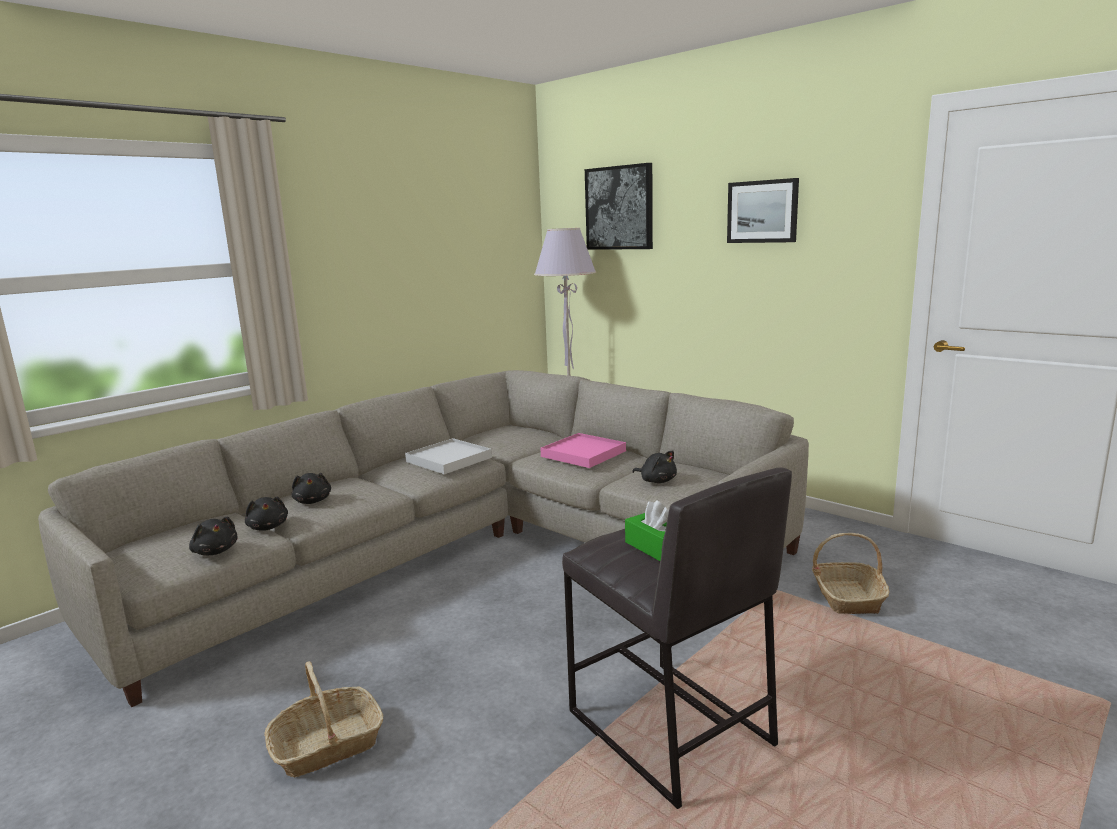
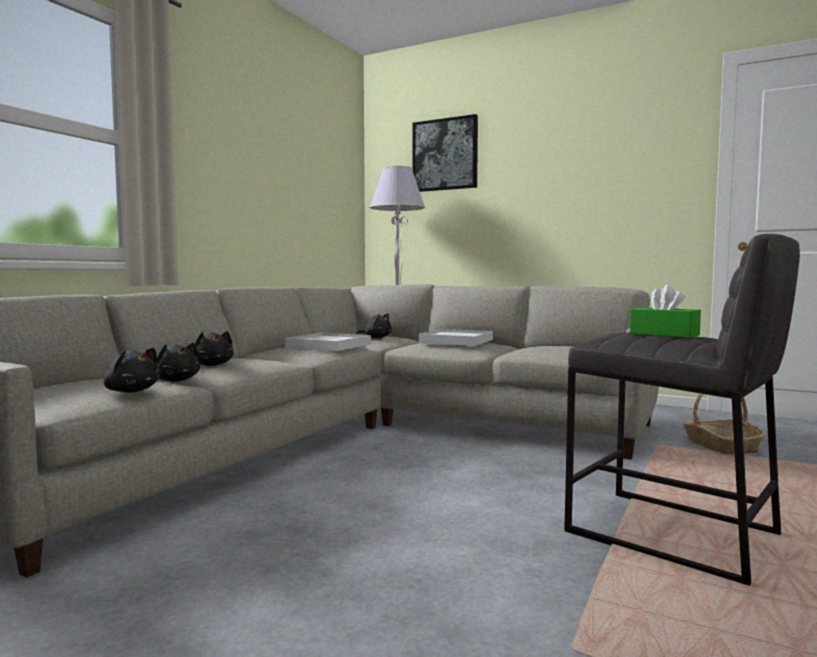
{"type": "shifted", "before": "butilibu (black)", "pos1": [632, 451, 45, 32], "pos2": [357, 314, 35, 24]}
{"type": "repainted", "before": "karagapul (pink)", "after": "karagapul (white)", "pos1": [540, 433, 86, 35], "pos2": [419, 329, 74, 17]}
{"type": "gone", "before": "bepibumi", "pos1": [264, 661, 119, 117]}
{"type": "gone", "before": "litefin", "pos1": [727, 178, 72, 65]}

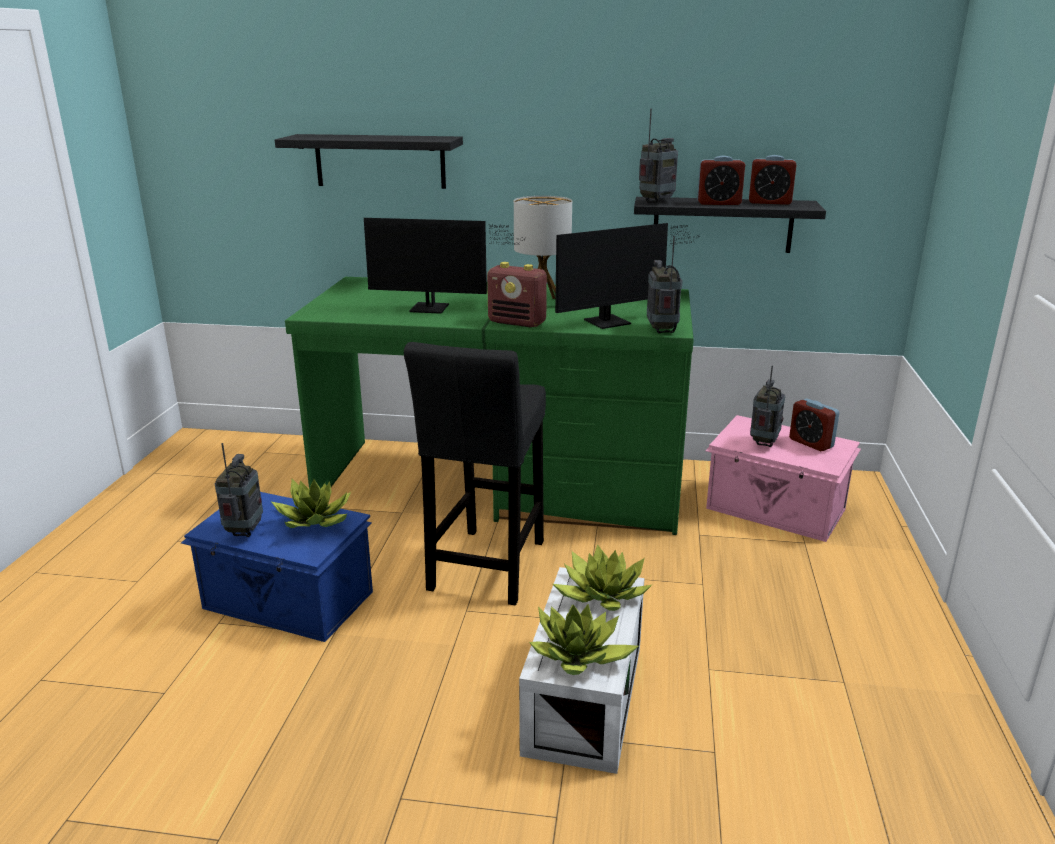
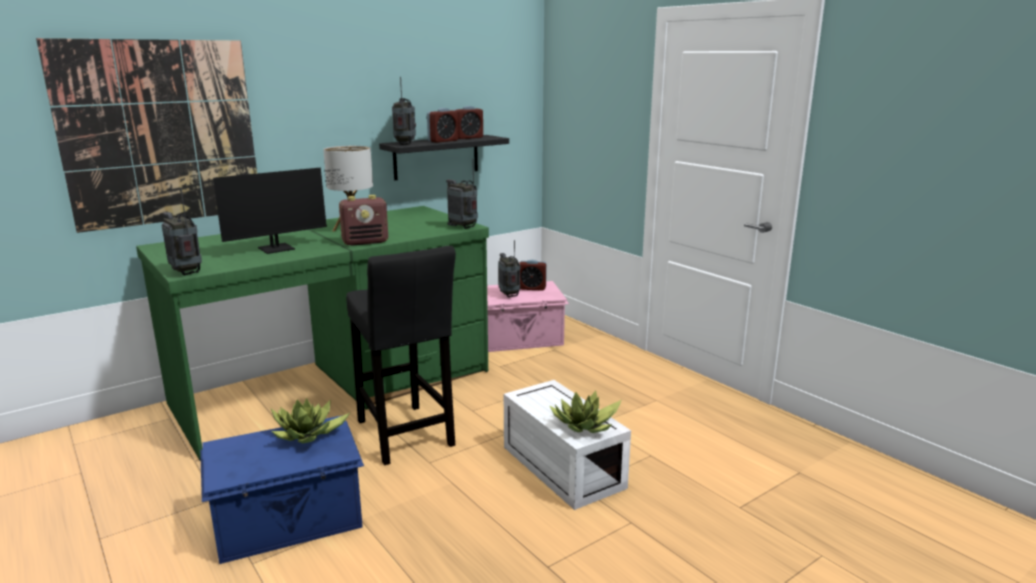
{"type": "swapped", "before": "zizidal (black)", "after": "litefin", "pos1": [275, 134, 188, 55], "pos2": [36, 38, 221, 195]}
{"type": "shifted", "before": "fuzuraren", "pos1": [215, 443, 48, 94], "pos2": [162, 188, 40, 87]}
{"type": "gone", "before": "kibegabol", "pos1": [553, 544, 99, 67]}
{"type": "gone", "before": "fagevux", "pos1": [555, 223, 145, 106]}

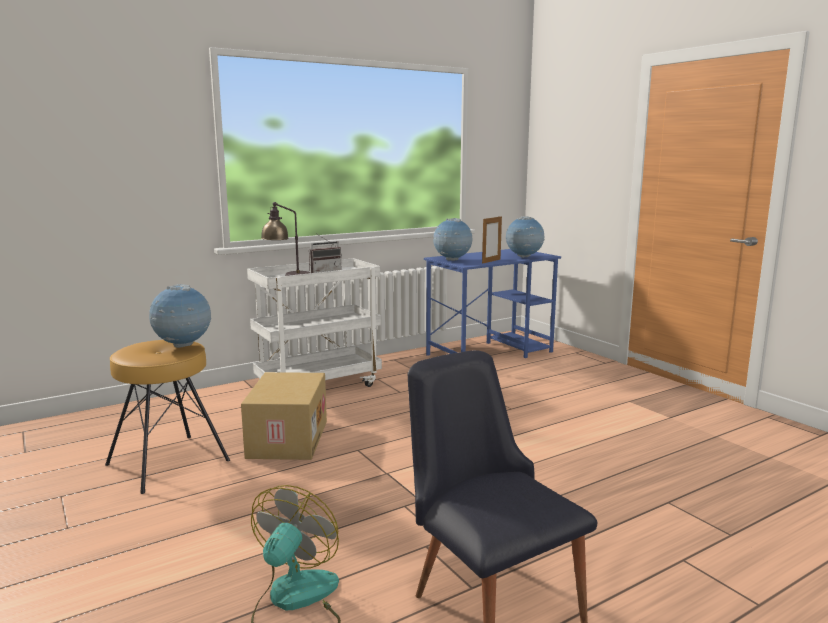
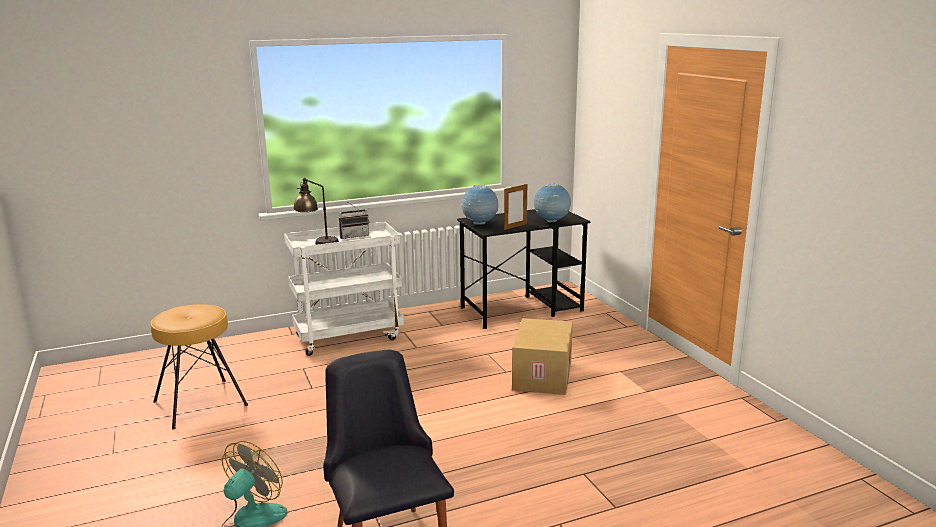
{"type": "repainted", "before": "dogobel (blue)", "after": "dogobel (black)", "pos1": [424, 249, 137, 109], "pos2": [457, 209, 134, 120]}
{"type": "shifted", "before": "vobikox", "pos1": [241, 372, 86, 88], "pos2": [512, 318, 61, 77]}
{"type": "gone", "before": "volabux", "pos1": [149, 284, 62, 64]}

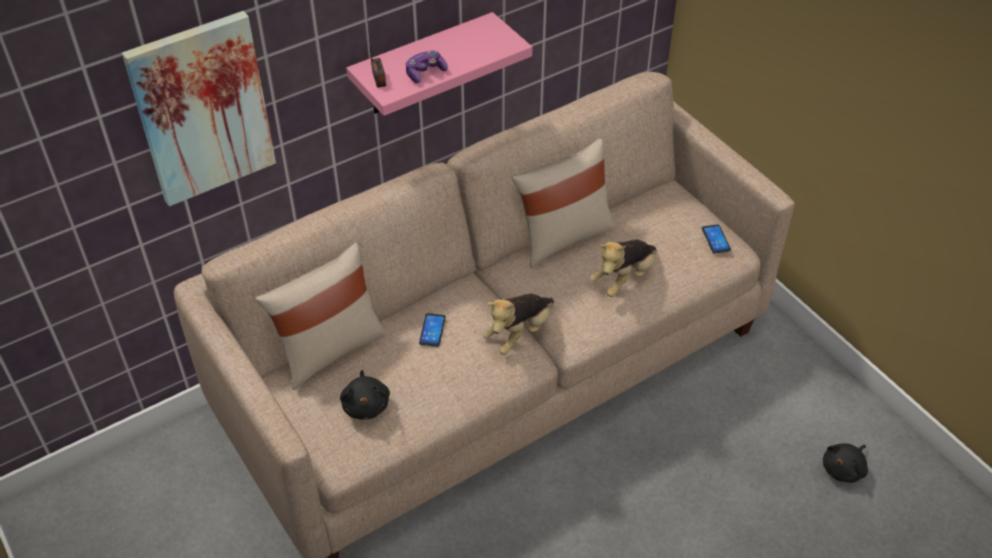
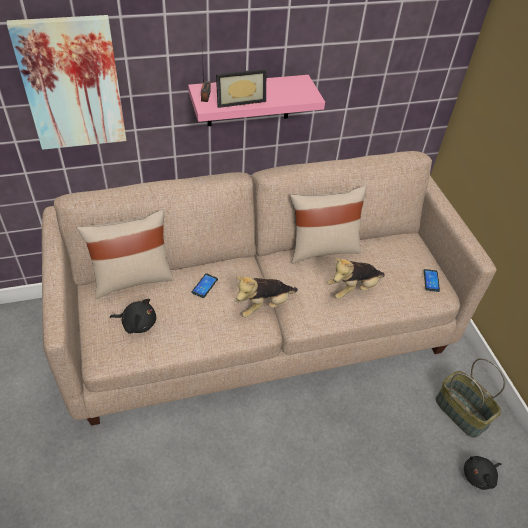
{"type": "rotated", "before": "butilibu (black)", "pos1": [340, 370, 50, 50], "pos2": [110, 299, 46, 35], "turn": -90}
{"type": "swapped", "before": "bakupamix", "after": "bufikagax", "pos1": [406, 51, 42, 32], "pos2": [216, 69, 50, 39]}
{"type": "new", "after": "bepibumi", "pos2": [435, 358, 71, 80]}

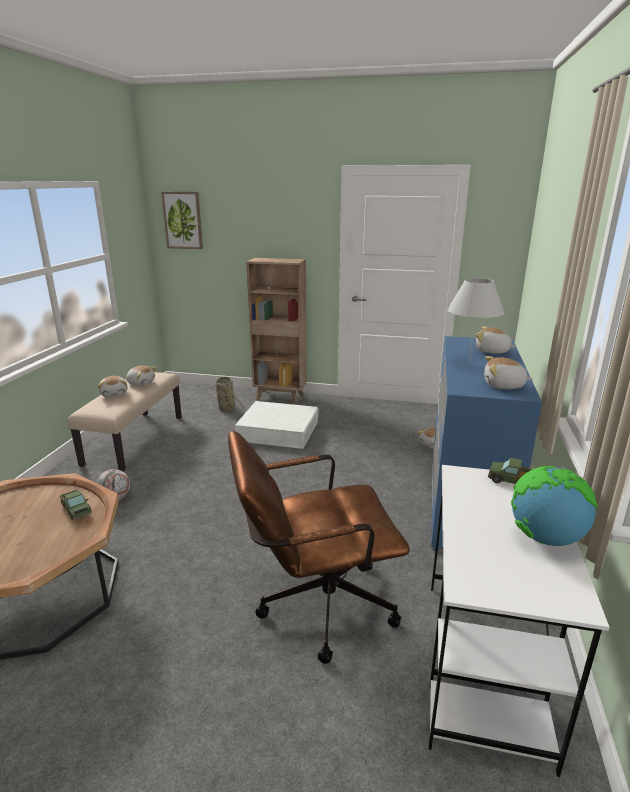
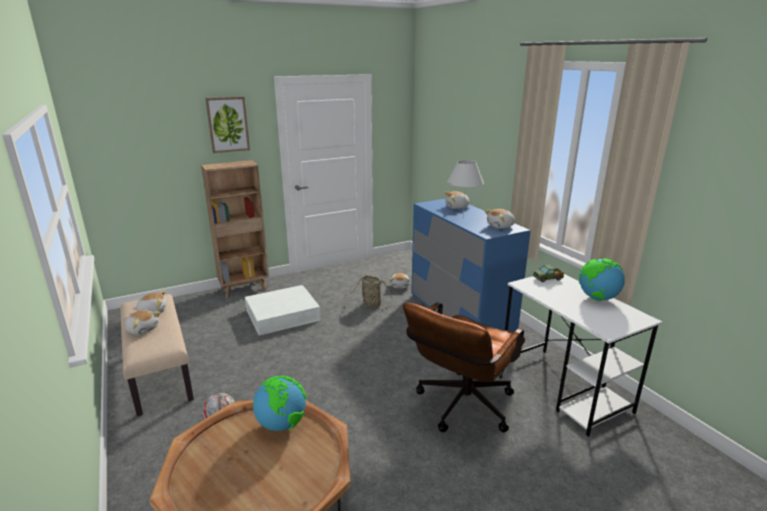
{"type": "shifted", "before": "litefin", "pos1": [161, 192, 42, 57], "pos2": [205, 97, 45, 56]}
{"type": "swapped", "before": "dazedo", "after": "volabux", "pos1": [60, 490, 32, 30], "pos2": [253, 376, 54, 55]}
{"type": "shifted", "before": "bepibumi", "pos1": [214, 377, 31, 38], "pos2": [345, 275, 47, 33]}

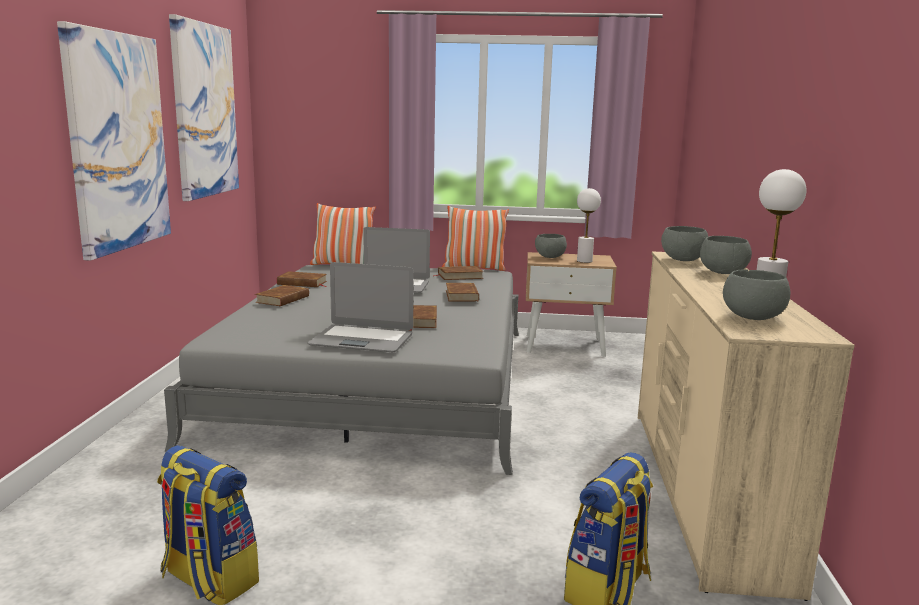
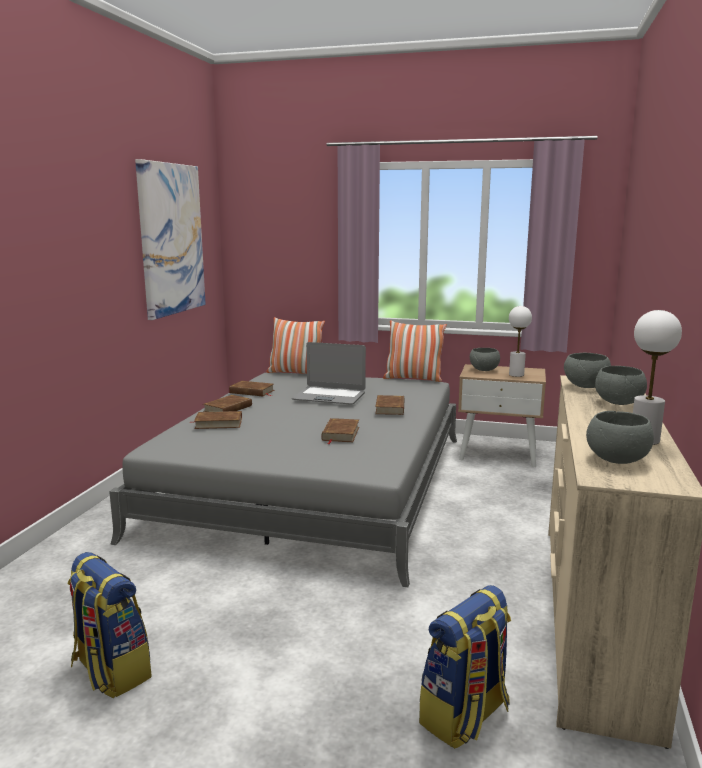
{"type": "shifted", "before": "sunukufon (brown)", "pos1": [435, 266, 49, 14], "pos2": [189, 411, 53, 18]}
{"type": "gone", "before": "litefin", "pos1": [57, 21, 114, 240]}
{"type": "gone", "before": "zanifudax", "pos1": [308, 262, 106, 90]}

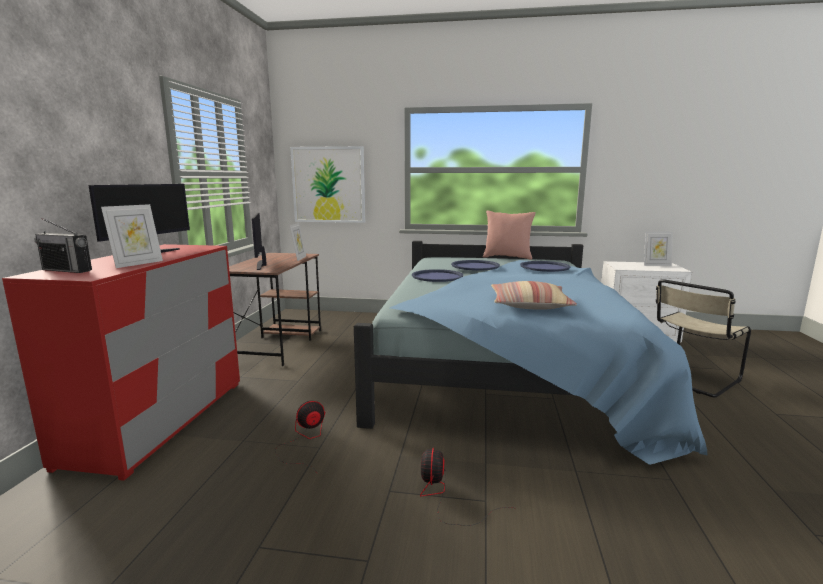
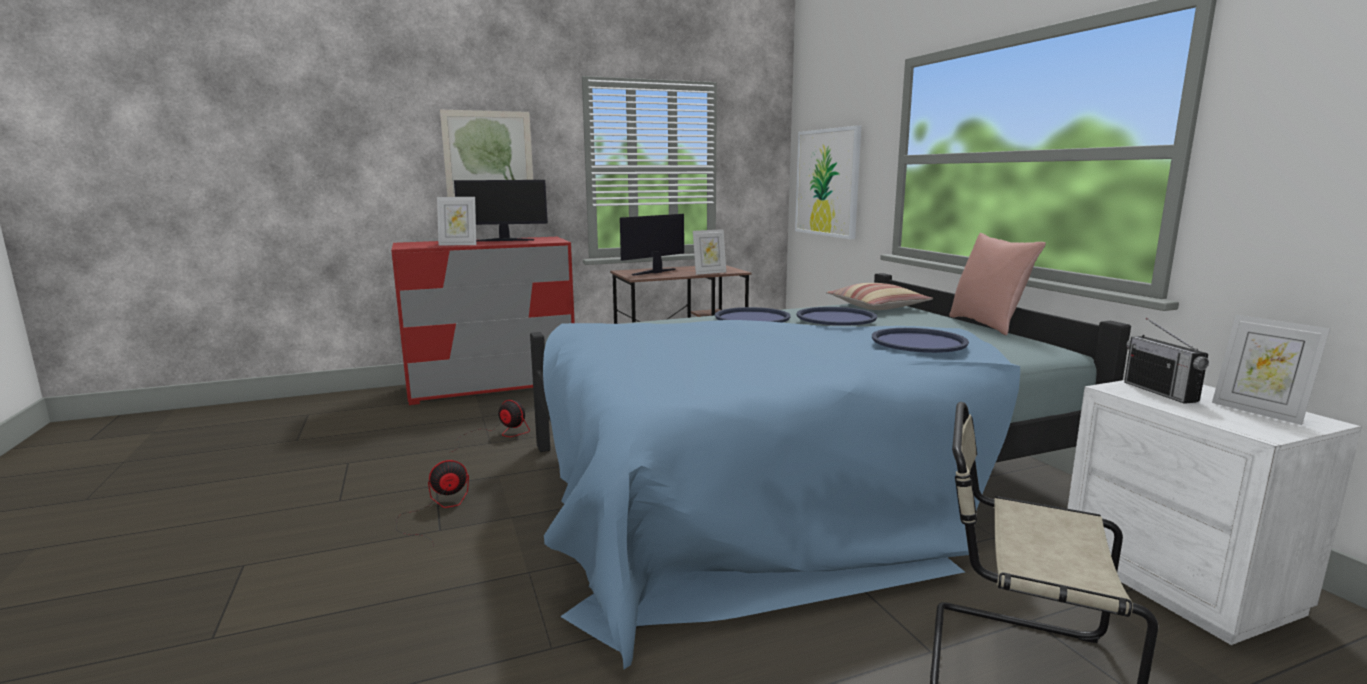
{"type": "new", "after": "litefin", "pos2": [440, 110, 93, 87]}
{"type": "shifted", "before": "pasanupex", "pos1": [491, 281, 86, 29], "pos2": [826, 283, 107, 27]}
{"type": "shifted", "before": "fuzuraren", "pos1": [34, 218, 58, 55], "pos2": [1124, 318, 85, 86]}

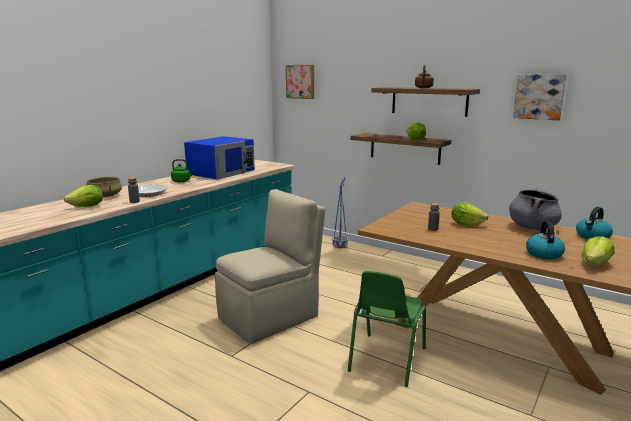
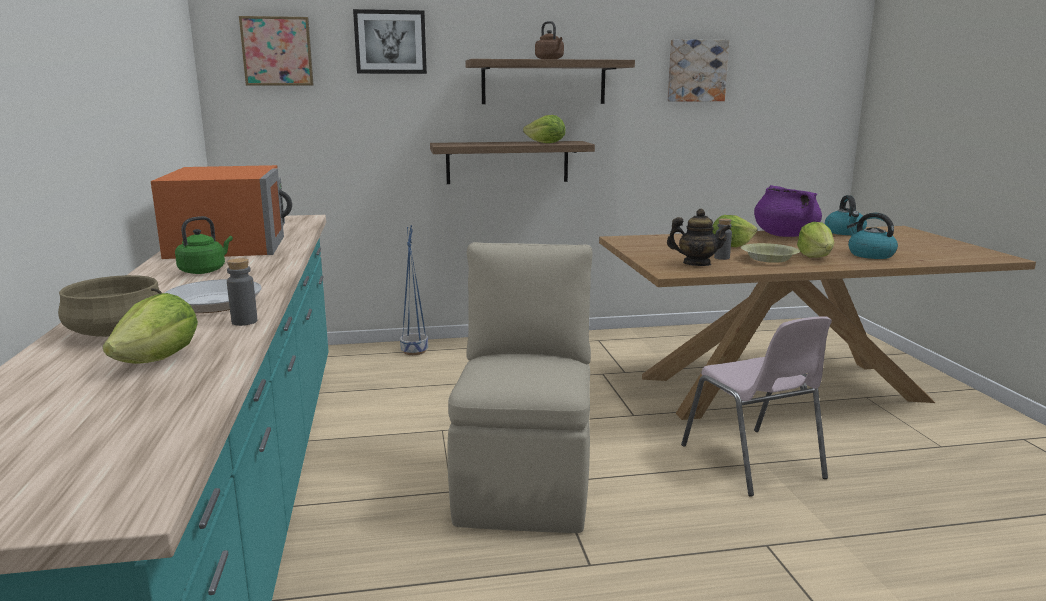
{"type": "repainted", "before": "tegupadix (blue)", "after": "tegupadix (orange)", "pos1": [184, 136, 71, 44], "pos2": [151, 165, 141, 94]}
{"type": "new", "after": "litefin", "pos2": [353, 9, 74, 65]}
{"type": "new", "after": "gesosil", "pos2": [667, 209, 64, 57]}
{"type": "repainted", "before": "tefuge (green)", "after": "tefuge (pink)", "pos1": [347, 271, 79, 116], "pos2": [681, 316, 151, 181]}
{"type": "new", "after": "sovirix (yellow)", "pos2": [741, 243, 59, 20]}
{"type": "repainted", "before": "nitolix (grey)", "after": "nitolix (purple)", "pos1": [509, 188, 53, 42], "pos2": [754, 185, 68, 52]}
{"type": "shifted", "before": "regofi", "pos1": [581, 236, 34, 30], "pos2": [797, 222, 37, 36]}

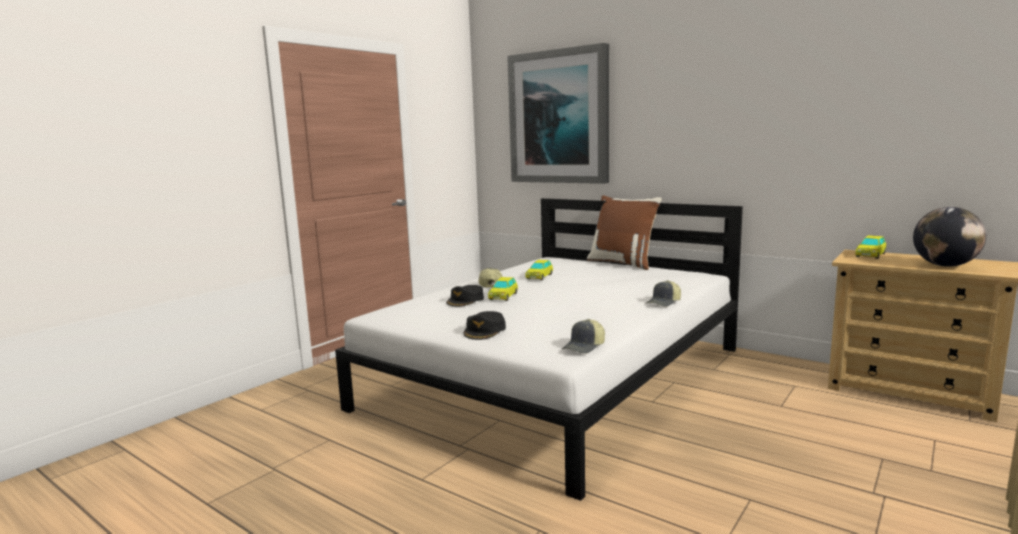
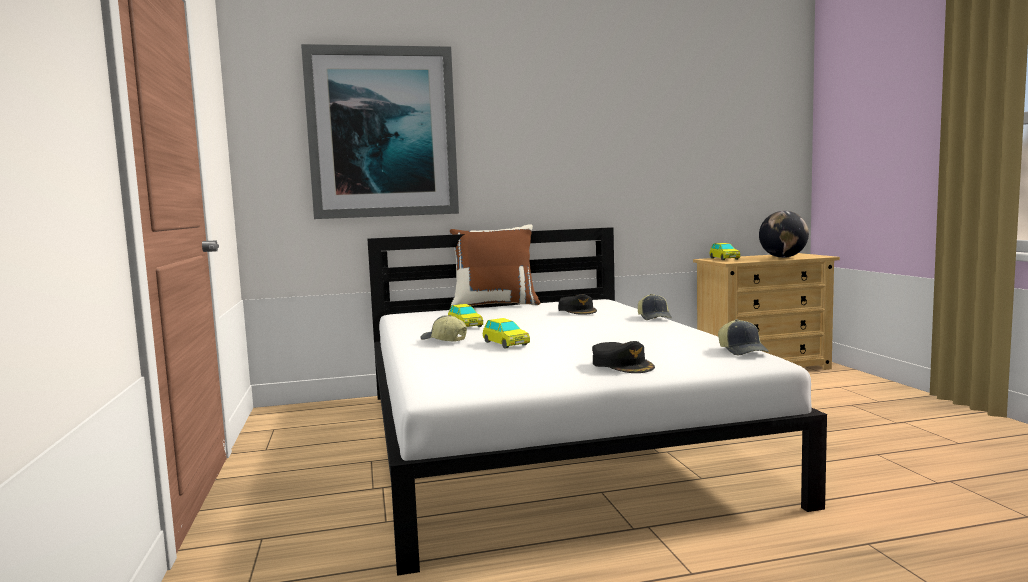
{"type": "shifted", "before": "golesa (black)", "pos1": [446, 285, 38, 22], "pos2": [558, 294, 39, 21]}

